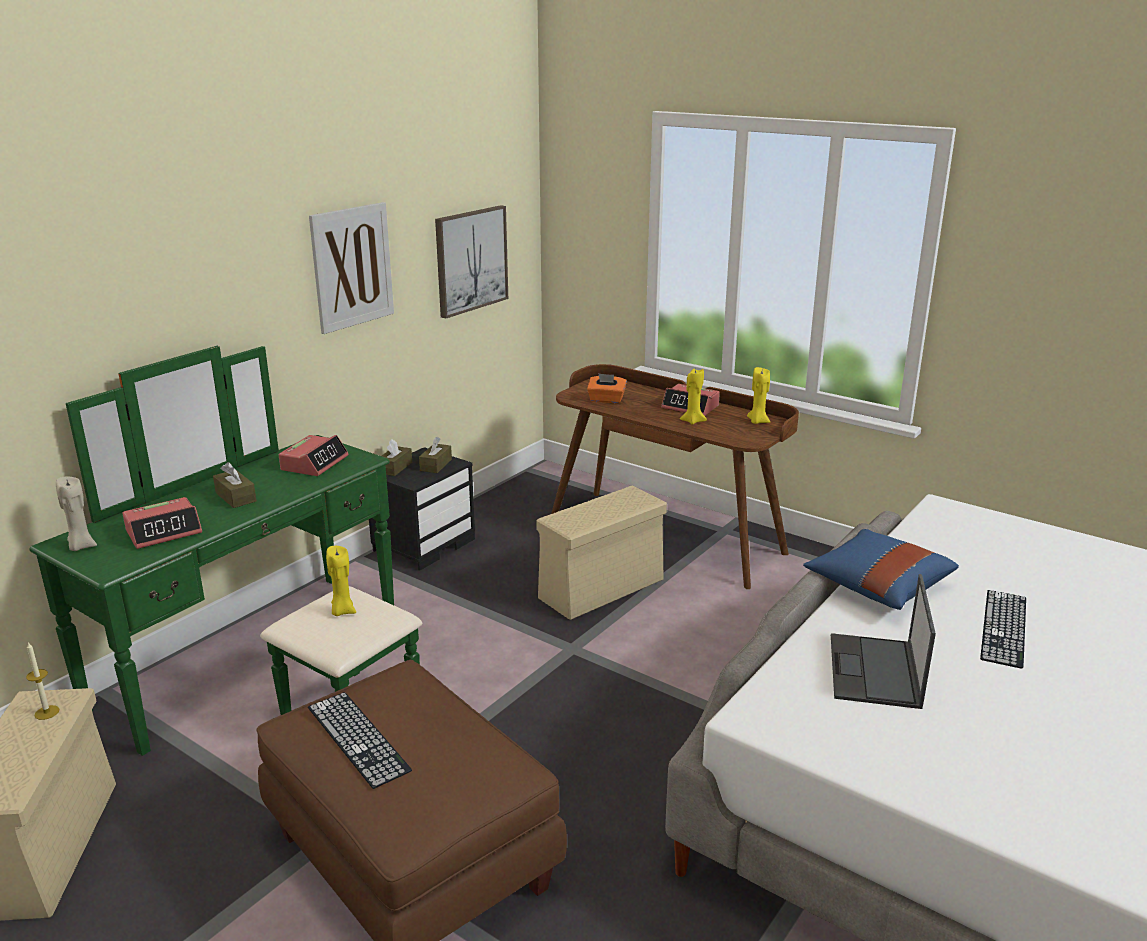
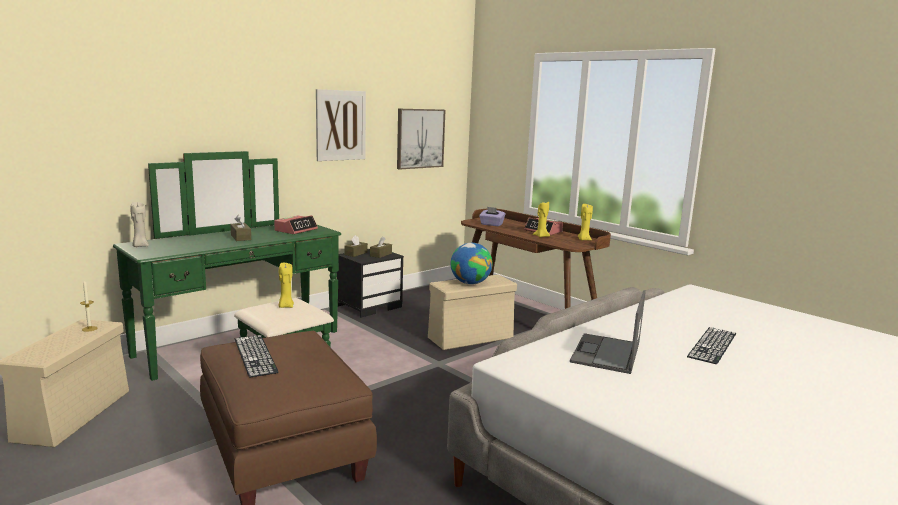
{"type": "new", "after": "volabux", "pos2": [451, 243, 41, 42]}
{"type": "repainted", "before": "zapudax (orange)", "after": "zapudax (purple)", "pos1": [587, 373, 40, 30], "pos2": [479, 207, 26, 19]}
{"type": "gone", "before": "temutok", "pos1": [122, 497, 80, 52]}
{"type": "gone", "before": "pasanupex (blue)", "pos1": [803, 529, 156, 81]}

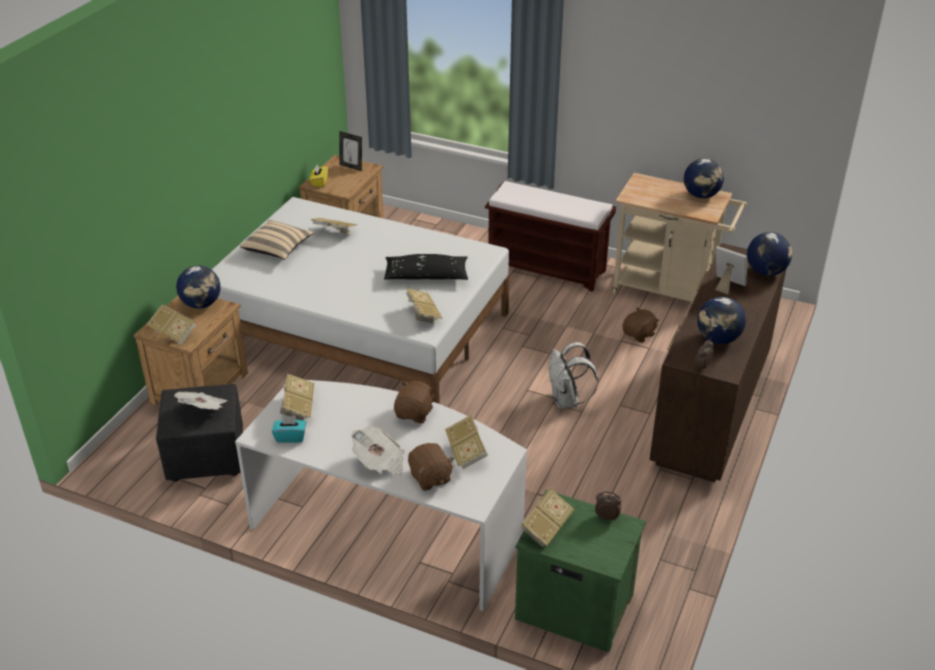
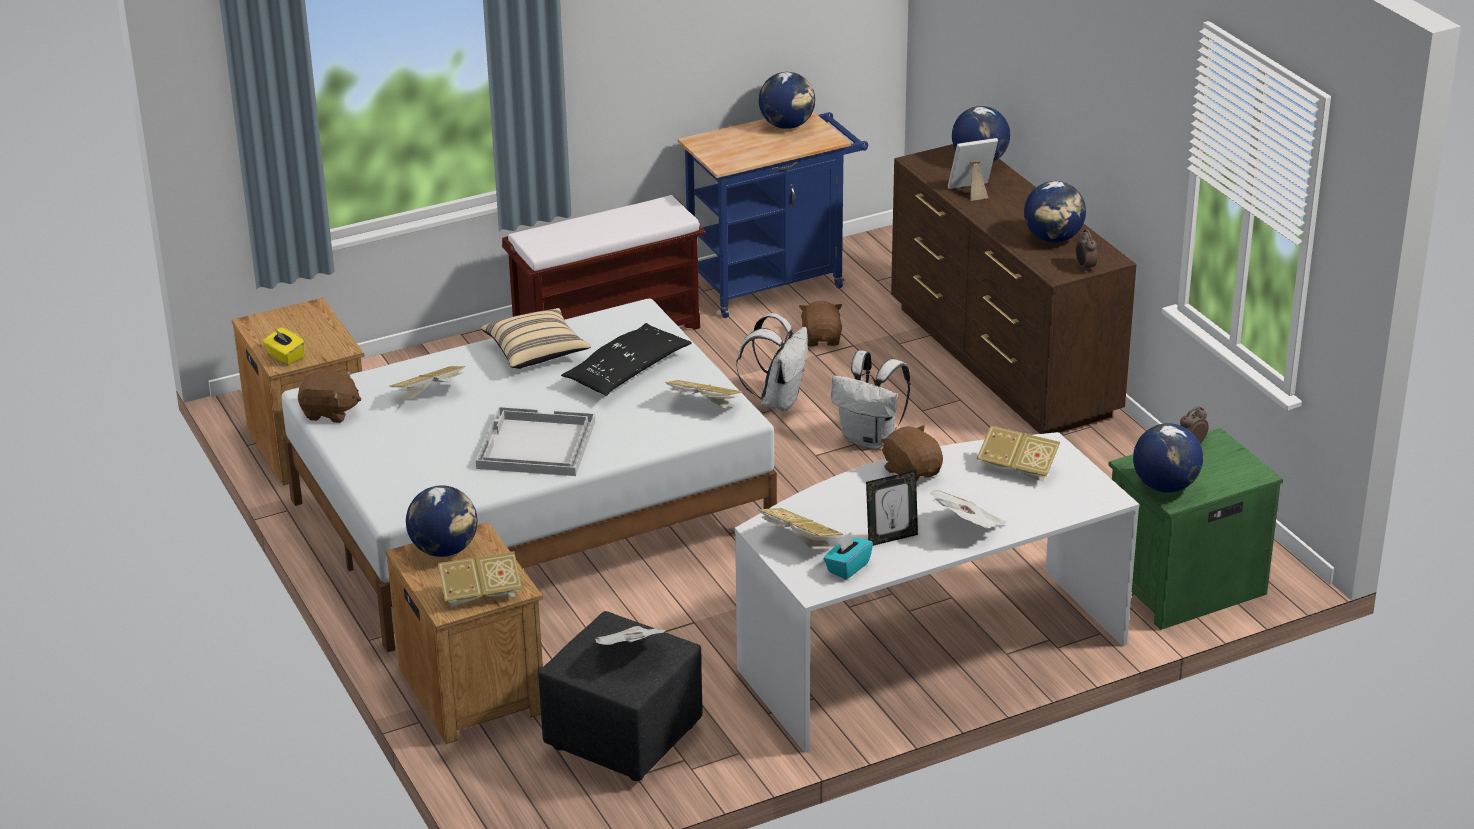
{"type": "shifted", "before": "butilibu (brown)", "pos1": [408, 443, 46, 48], "pos2": [298, 370, 63, 53]}
{"type": "new", "after": "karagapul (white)", "pos2": [476, 407, 119, 69]}
{"type": "shifted", "before": "pasanupex (beige)", "pos1": [240, 220, 74, 40], "pos2": [481, 308, 110, 61]}
{"type": "repainted", "before": "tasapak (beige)", "after": "tasapak (blue)", "pos1": [612, 173, 135, 129], "pos2": [678, 112, 190, 206]}
{"type": "new", "after": "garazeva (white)", "pos2": [736, 313, 72, 99]}
{"type": "shifted", "before": "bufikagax", "pos1": [339, 131, 23, 40], "pos2": [866, 470, 52, 76]}
{"type": "swapped", "before": "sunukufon", "after": "volabux", "pos1": [520, 488, 54, 59], "pos2": [1133, 423, 70, 70]}

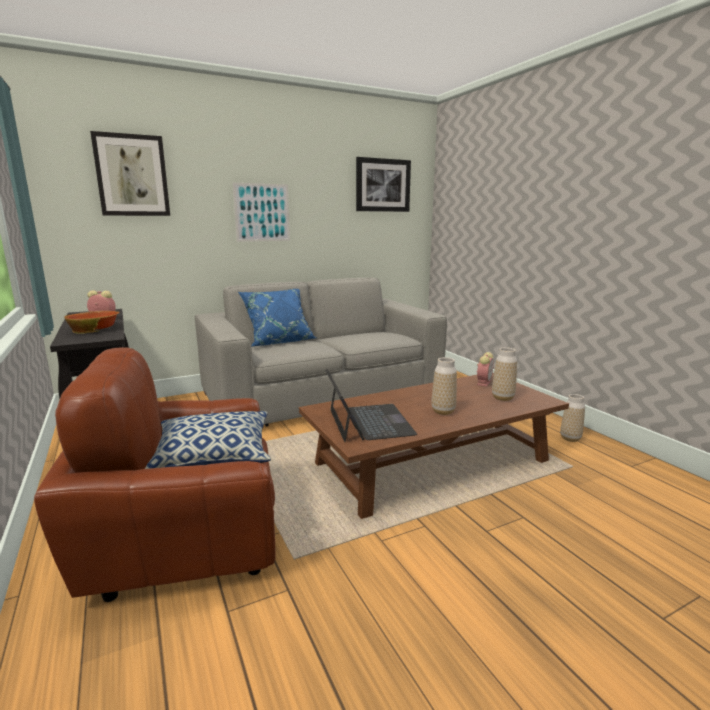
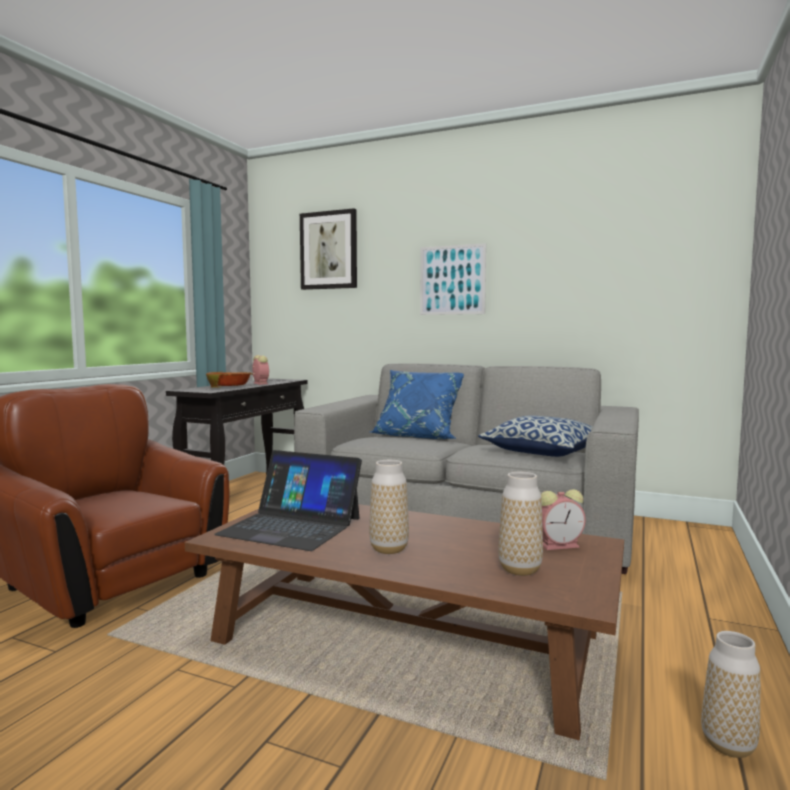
{"type": "rotated", "before": "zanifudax", "pos1": [325, 369, 92, 73], "pos2": [214, 450, 148, 101], "turn": 75}
{"type": "shifted", "before": "pasanupex", "pos1": [145, 411, 126, 58], "pos2": [478, 415, 114, 42]}
{"type": "gone", "before": "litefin", "pos1": [356, 157, 55, 55]}

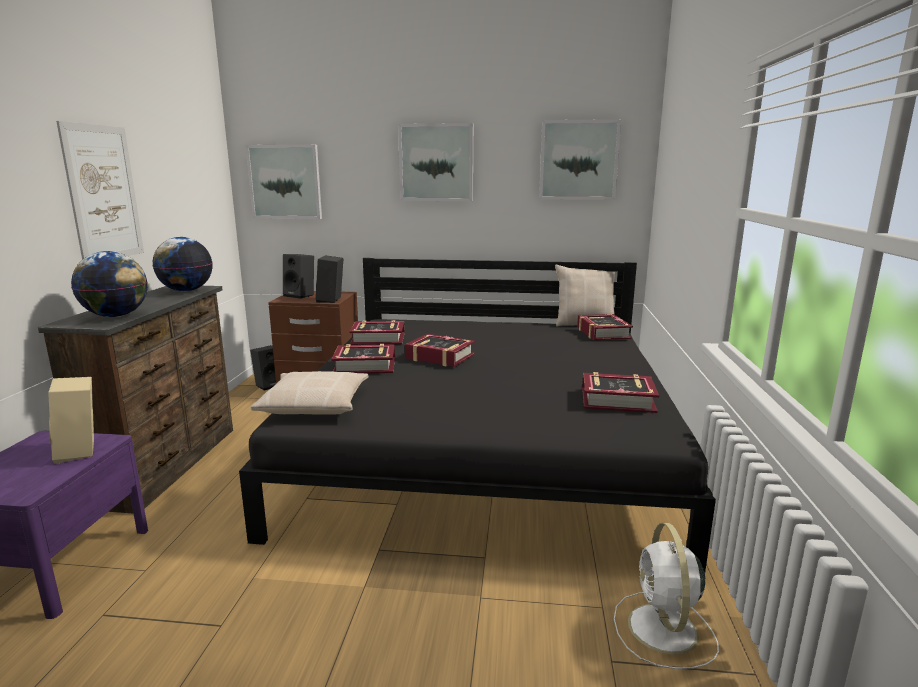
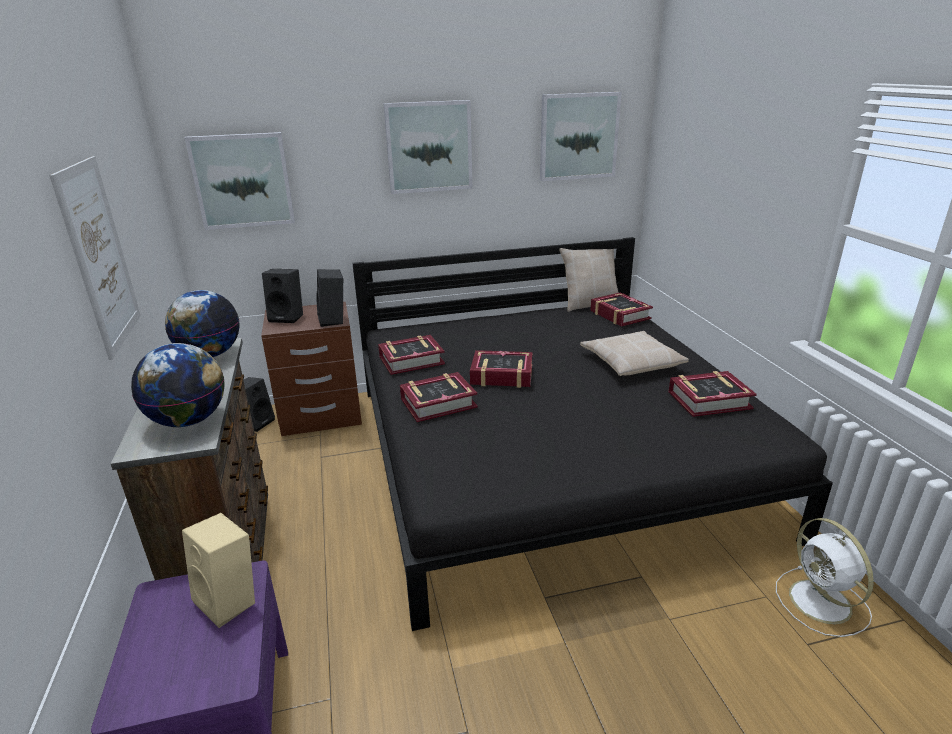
{"type": "shifted", "before": "pasanupex (beige)", "pos1": [251, 371, 118, 44], "pos2": [580, 331, 109, 45]}

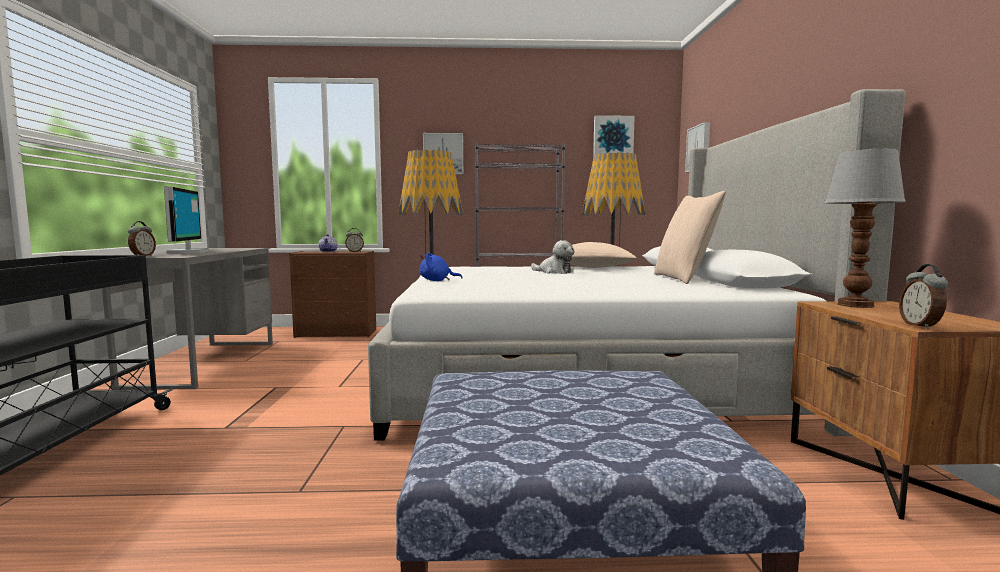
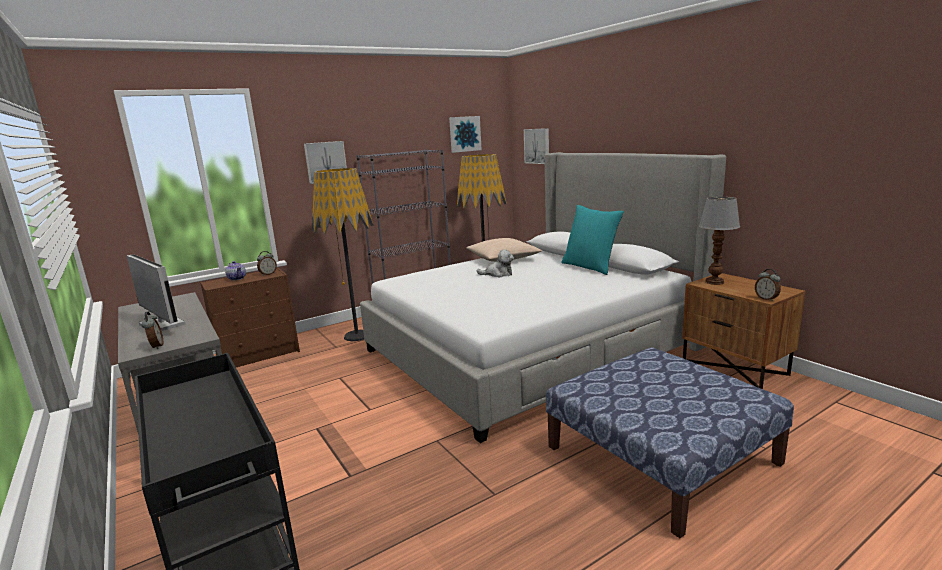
{"type": "repainted", "before": "pasanupex (beige)", "after": "pasanupex (turquoise)", "pos1": [654, 191, 72, 93], "pos2": [562, 205, 62, 70]}
{"type": "gone", "before": "butilibu (blue)", "pos1": [419, 253, 44, 28]}

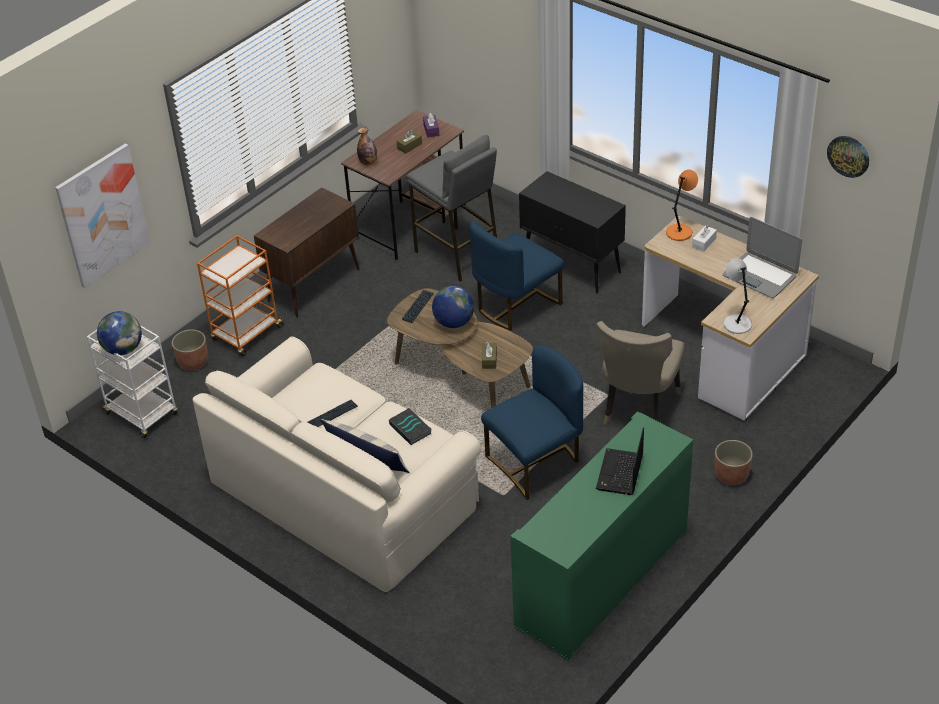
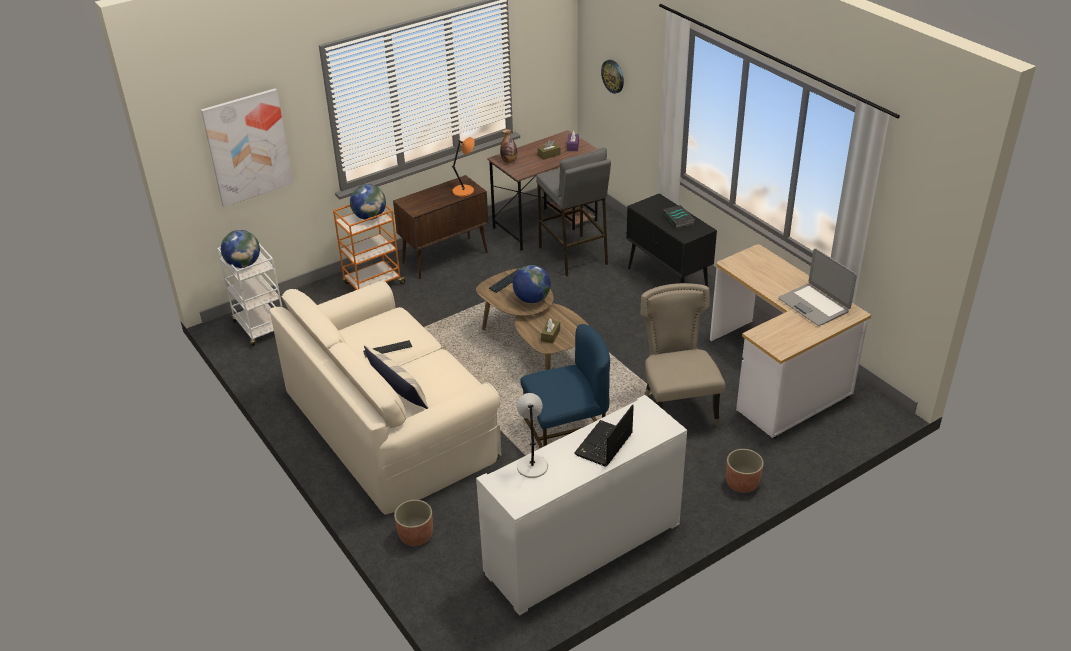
{"type": "new", "after": "volabux", "pos2": [350, 184, 36, 36]}
{"type": "shifted", "before": "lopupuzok", "pos1": [172, 330, 36, 40], "pos2": [394, 500, 39, 46]}
{"type": "shifted", "before": "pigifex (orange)", "pos1": [666, 170, 32, 71], "pos2": [452, 137, 23, 60]}
{"type": "repainted", "before": "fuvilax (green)", "after": "fuvilax (white)", "pos1": [510, 411, 183, 250], "pos2": [476, 395, 211, 221]}
{"type": "shifted", "before": "pigifex (grey)", "pos1": [724, 258, 28, 76], "pos2": [517, 393, 31, 85]}
{"type": "shifted", "before": "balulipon", "pos1": [827, 136, 42, 42], "pos2": [601, 60, 23, 34]}
{"type": "rotated", "before": "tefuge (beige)", "pos1": [596, 321, 89, 105], "pos2": [641, 283, 84, 143], "turn": 135}
{"type": "shifted", "before": "sunukufon", "pos1": [389, 408, 43, 37], "pos2": [663, 205, 31, 23]}
{"type": "gone", "before": "tefuge (blue)", "pos1": [470, 221, 94, 110]}
{"type": "gone", "before": "zapudax (white)", "pos1": [692, 225, 25, 27]}

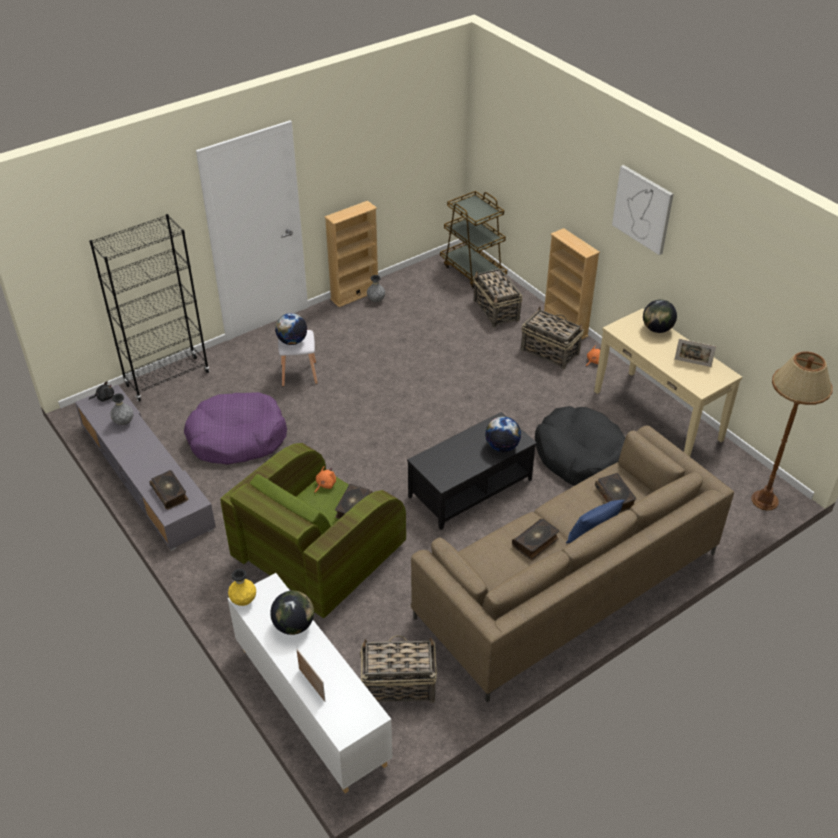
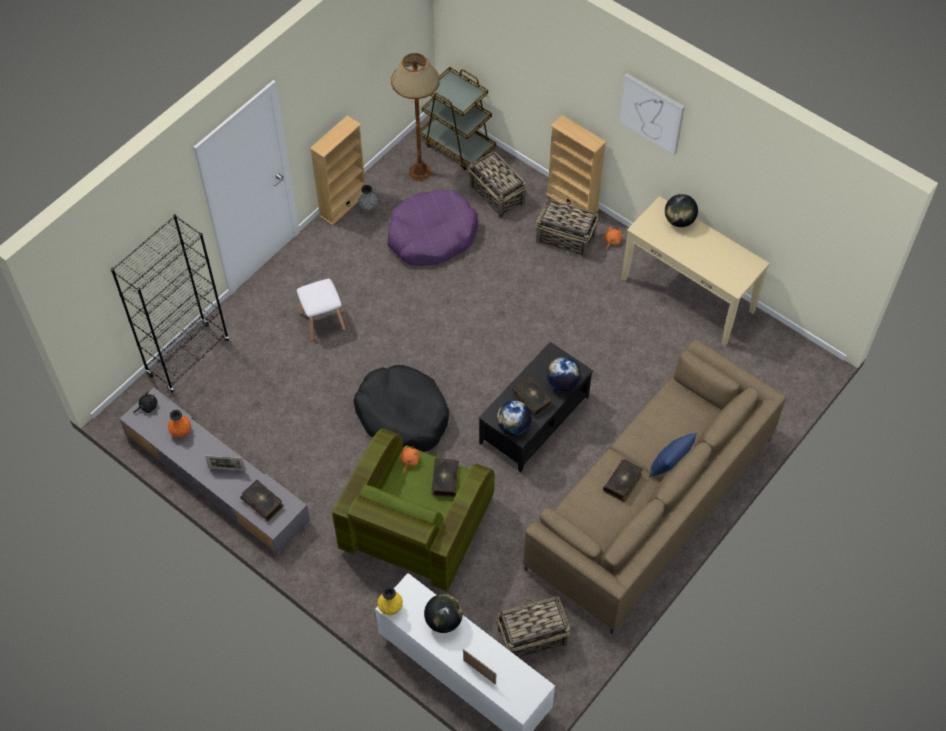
{"type": "repainted", "before": "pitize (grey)", "after": "pitize (orange)", "pos1": [110, 394, 23, 31], "pos2": [168, 410, 23, 27]}
{"type": "shifted", "before": "bufikagax", "pos1": [675, 339, 41, 28], "pos2": [205, 455, 41, 16]}
{"type": "shifted", "before": "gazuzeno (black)", "pos1": [535, 406, 90, 80], "pos2": [354, 365, 95, 87]}
{"type": "shifted", "before": "gazuzeno (purple)", "pos1": [184, 392, 103, 73], "pos2": [388, 189, 90, 77]}
{"type": "shifted", "before": "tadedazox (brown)", "pos1": [751, 351, 81, 160], "pos2": [391, 53, 49, 128]}
{"type": "shifted", "before": "volabux", "pos1": [275, 313, 32, 32], "pos2": [497, 400, 35, 35]}
{"type": "shifted", "before": "sunukufon", "pos1": [595, 473, 42, 40], "pos2": [513, 376, 39, 40]}

